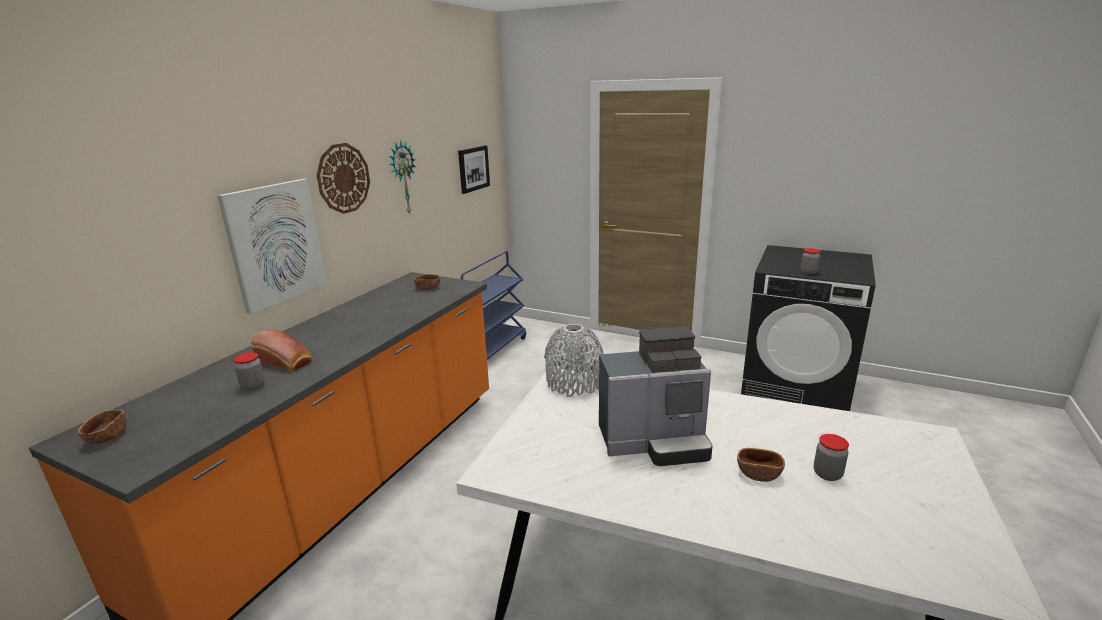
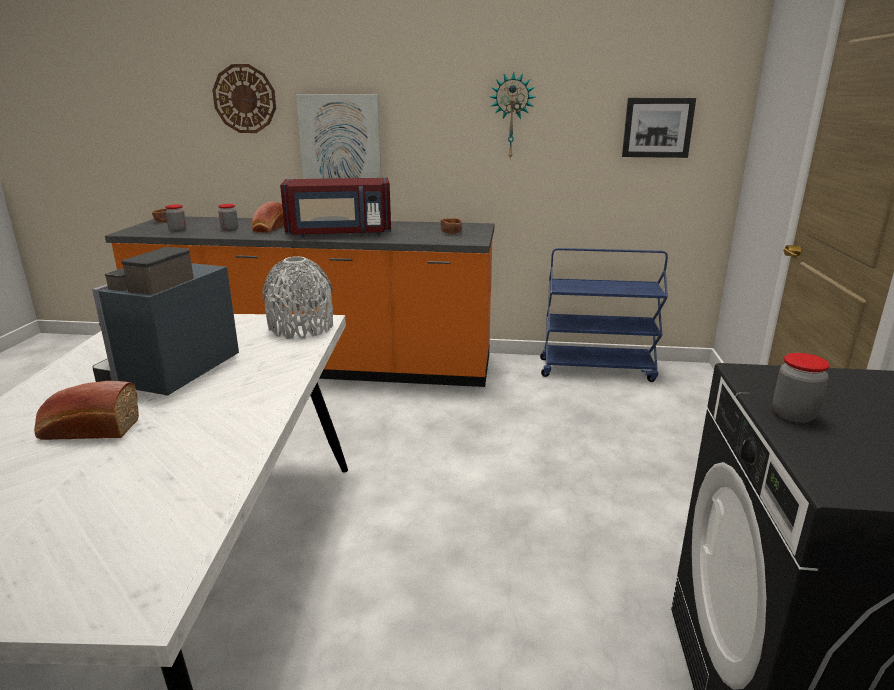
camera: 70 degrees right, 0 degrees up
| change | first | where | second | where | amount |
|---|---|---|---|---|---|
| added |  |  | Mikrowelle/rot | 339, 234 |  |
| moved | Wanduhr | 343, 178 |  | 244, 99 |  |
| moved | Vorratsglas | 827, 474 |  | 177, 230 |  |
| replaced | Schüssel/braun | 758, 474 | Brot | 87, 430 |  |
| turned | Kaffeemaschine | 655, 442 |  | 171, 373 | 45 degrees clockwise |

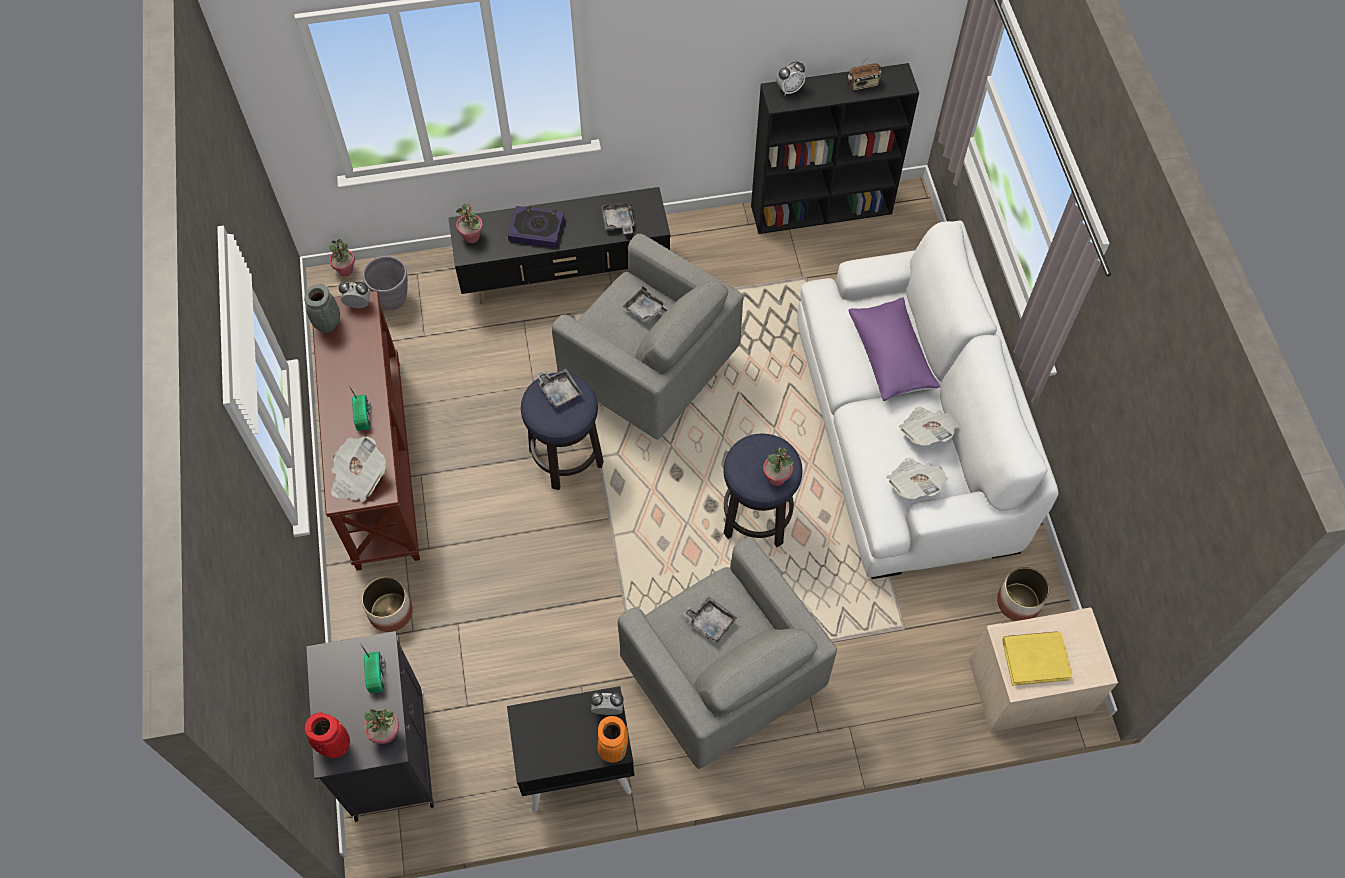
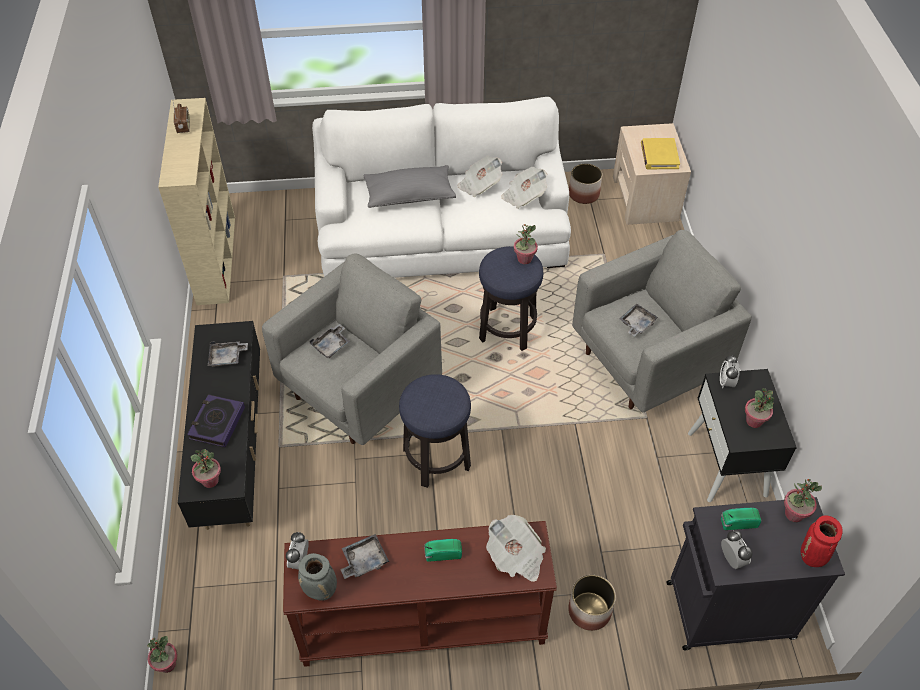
camera: 85 degrees left, 10 degrees down
| change | first | where | second | where | amount |
|---|---|---|---|---|---|
| removed | Pflanzkübel/grau | 392, 300 |  |  |  |
| removed | Vase/orange | 613, 748 |  |  |  |
| added |  |  | Topfpflanze | 754, 421 |  |
| moved | Tablett/grau | 559, 391 |  | 364, 560 |  |
| moved | Wecker | 789, 89 |  | 732, 559 |  |
| recoloured | Bücherregal/schwarz | 822, 209 | Bücherregal/beige | 216, 258 |  |
| recoloured | Kissen/lila | 891, 356 | Kissen/grau | 409, 196 |  |

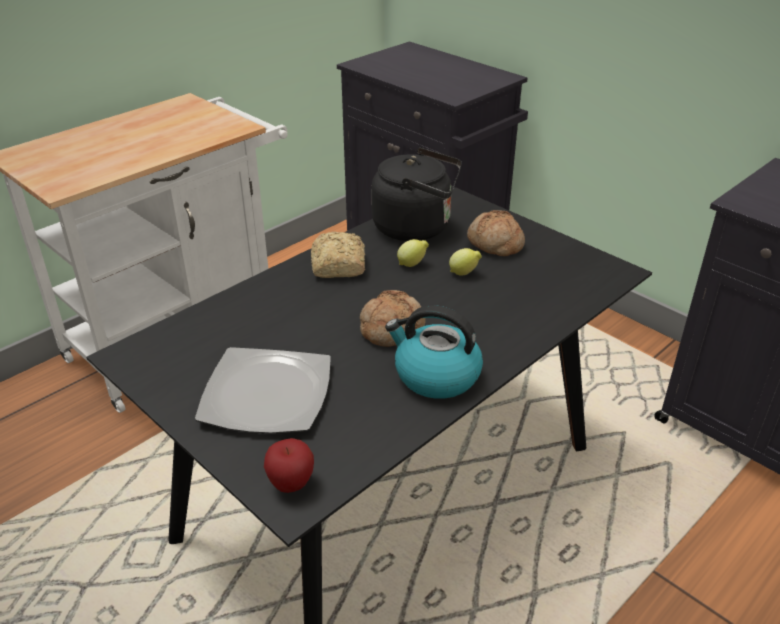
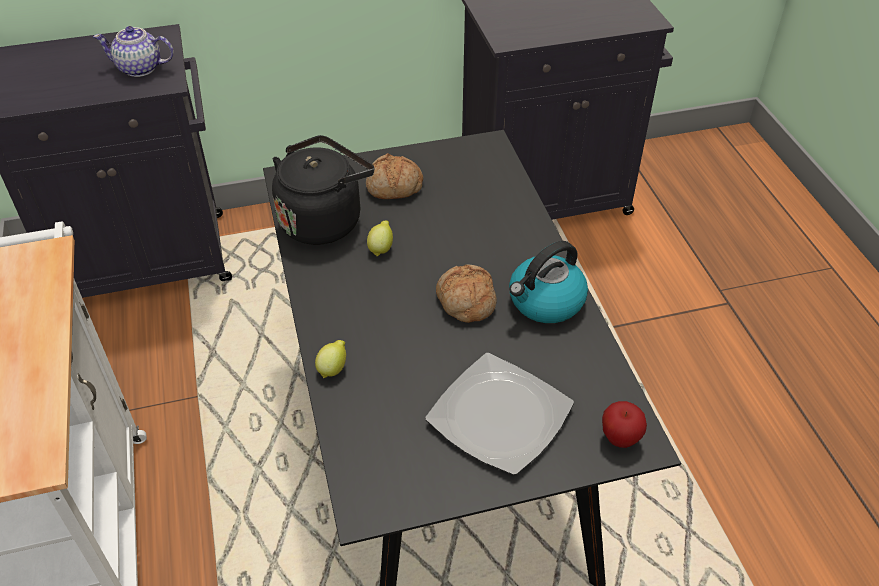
camera: 60 degrees left, 10 degrees up
| change | first | where | second | where | amount |
|---|---|---|---|---|---|
| removed | Brot | 338, 267 |  |  |  |
| added |  |  | Teekanne | 140, 68 |  |
| moved | Zitrone | 464, 273 |  | 333, 368 |  |

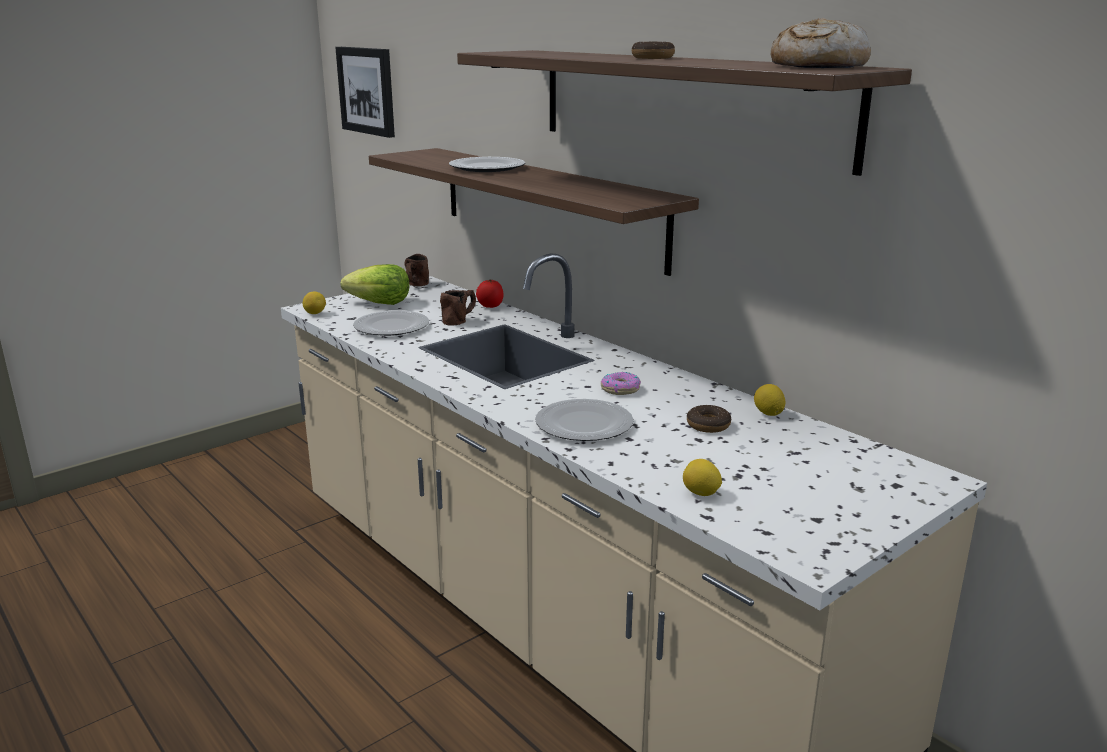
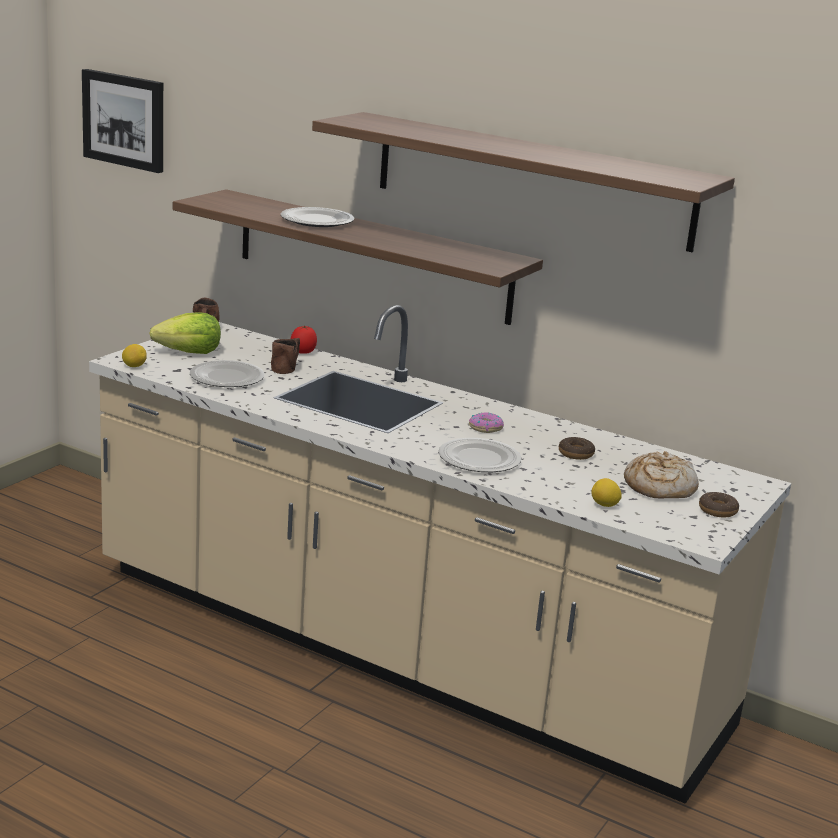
camera: 20 degrees left, 0 degrees up
| change | first | where | second | where | amount |
|---|---|---|---|---|---|
| removed | Zitrone | 768, 413 |  |  |  |
| moved | Donut | 652, 58 |  | 717, 510 |  |
| moved | Brot | 817, 66 |  | 659, 487 |  |

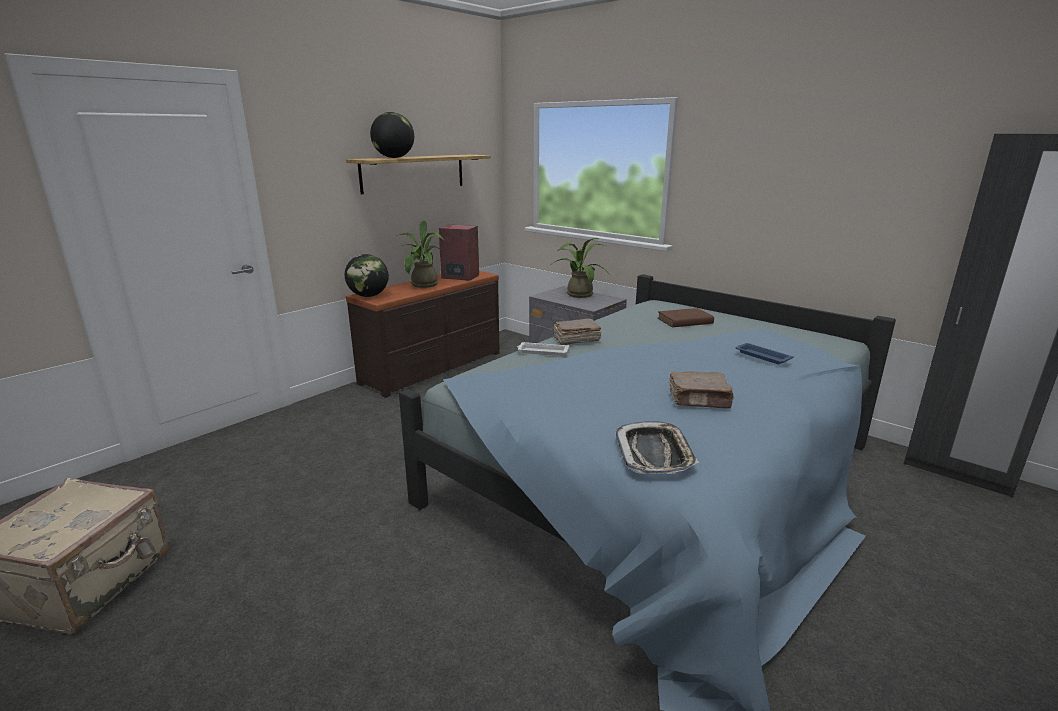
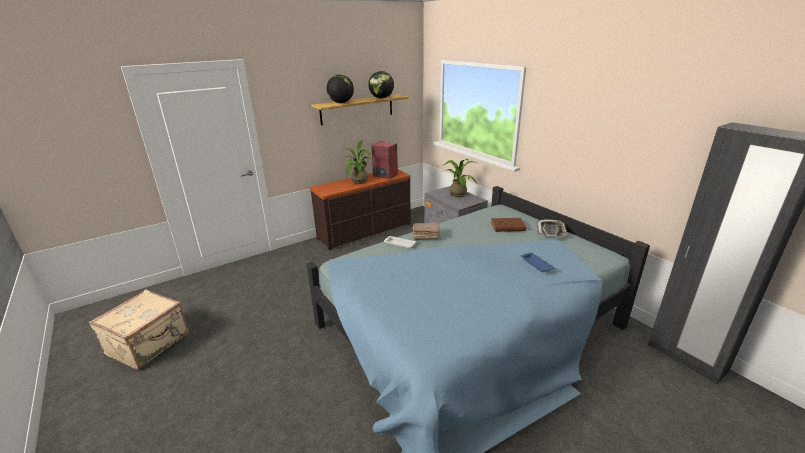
camera: 15 degrees right, 5 degrees up
| change | first | where | second | where | amount |
|---|---|---|---|---|---|
| removed | Buch/braun | 699, 400 |  |  |  |
| moved | Globus | 369, 296 |  | 381, 98 |  |
| moved | Tablett | 654, 454 |  | 551, 231 |  |

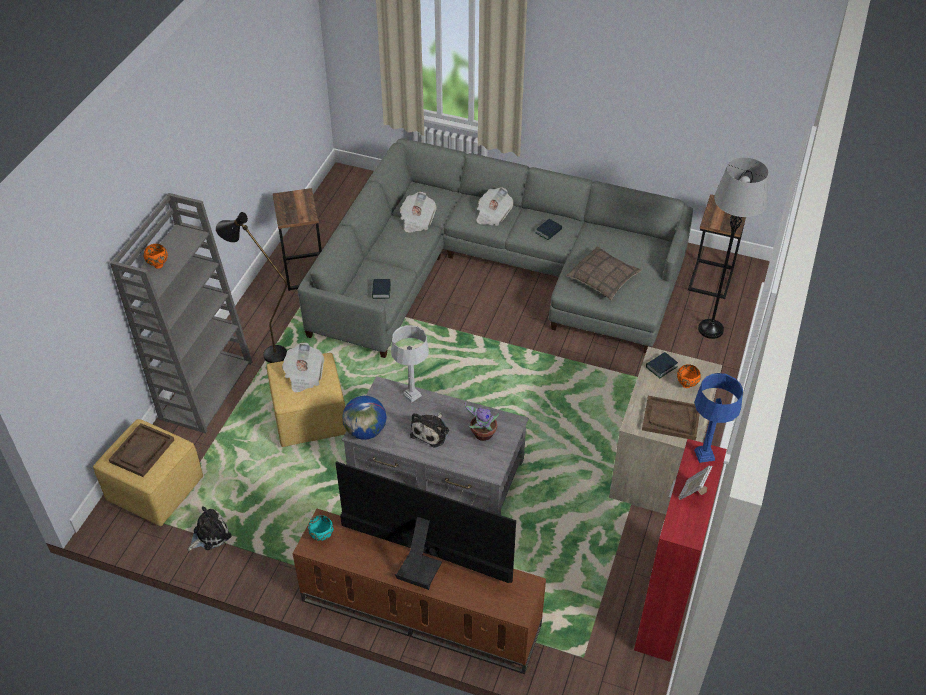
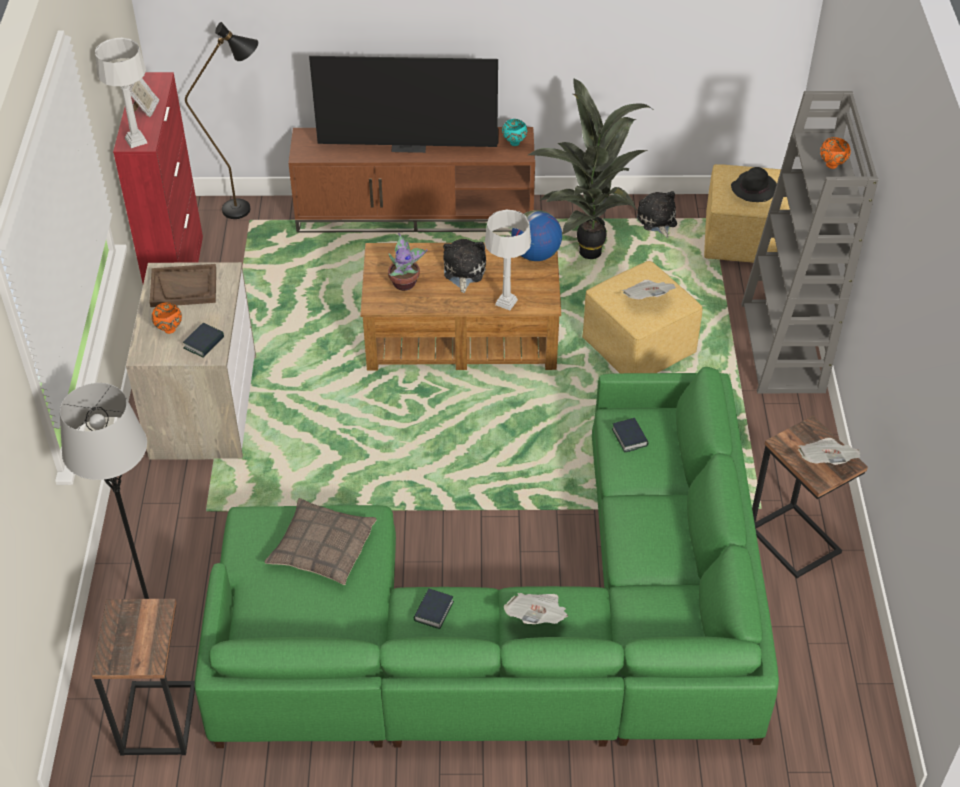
camera: 160 degrees right, 0 degrees up
| change | first | where | second | where | amount |
|---|---|---|---|---|---|
| added |  |  | Topfpflanze | 587, 249 |  |
| moved | Stehlampe/schwarz | 267, 353 |  | 247, 209 |  |
| moved | Zeitung | 417, 221 |  | 825, 462 |  |
| replaced | Tablett/braun | 142, 451 | Hut/schwarz | 754, 189 |  |
| recoloured | Sofa/grau | 493, 271 | Sofa/grün | 515, 625 |  |
| recoloured | Couchtisch/grau | 437, 470 | Couchtisch/braun | 460, 334 |  |
| recoloured | Tischlampe/blau | 704, 455 | Tischlampe/grau | 135, 141 |  |
| turned | Plüschtier | 209, 534 |  | 657, 221 | 135 degrees clockwise |

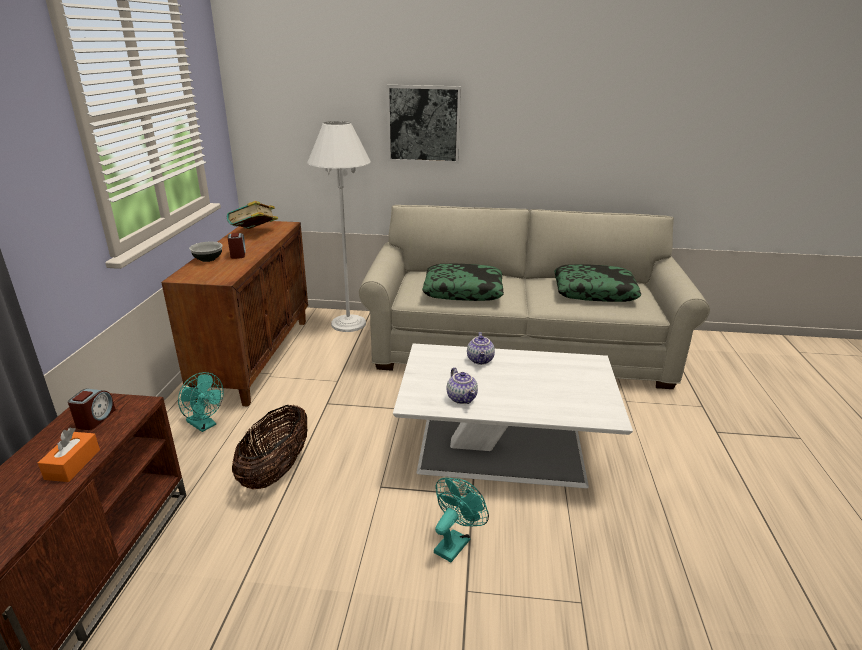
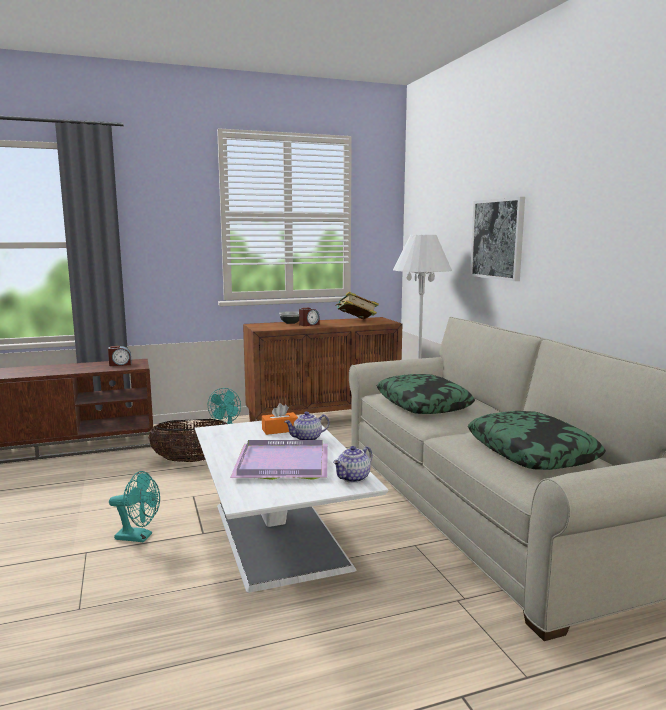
camera: 65 degrees right, 15 degrees down
| change | first | where | second | where | amount |
|---|---|---|---|---|---|
| added |  |  | Tablett/lila | 280, 463 |  |
| moved | Taschentuchbox/orange | 73, 464 |  | 280, 430 |  |
| moved | Teekanne | 462, 398 |  | 353, 478 |  |

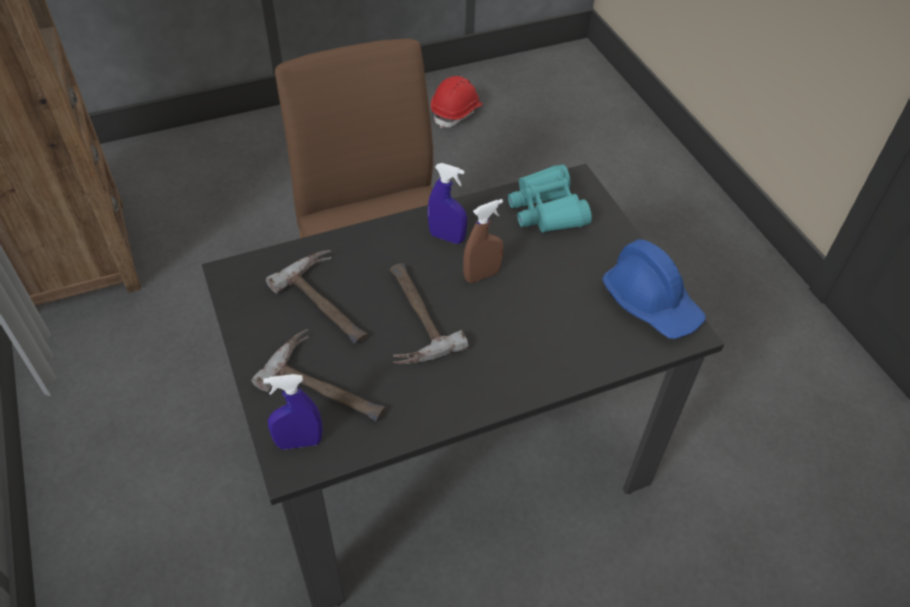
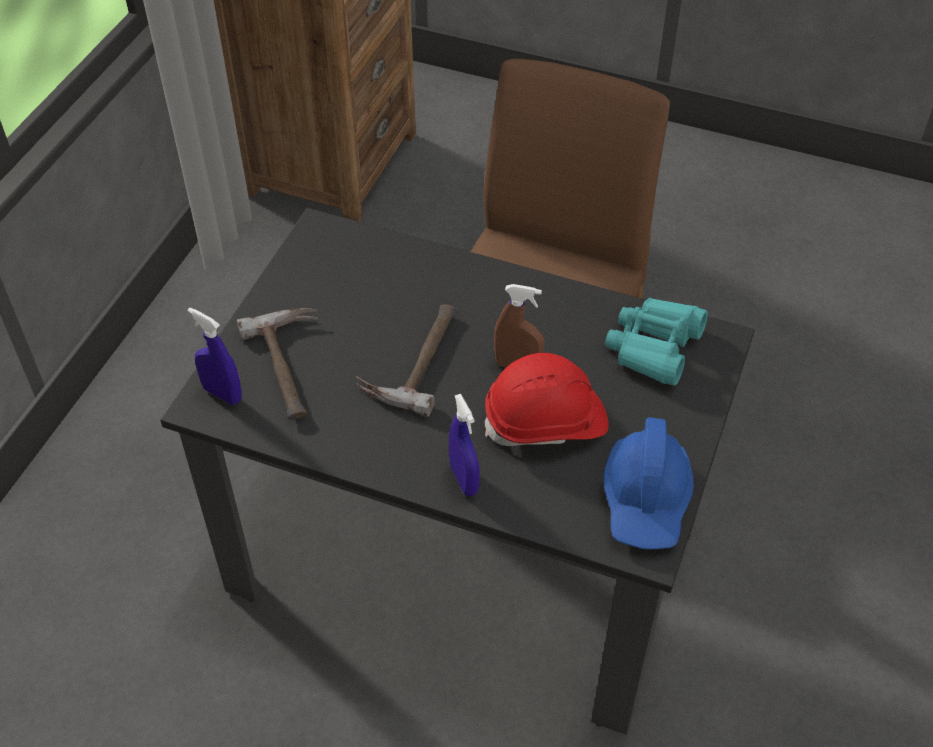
camera: 45 degrees right, 0 degrees up
| change | first | where | second | where | amount |
|---|---|---|---|---|---|
| removed | Hammer | 331, 301 |  |  |  |
| moved | Sprühflasche/blau | 446, 237 |  | 464, 480 |  |
| moved | Schutzhelm/rot | 456, 112 |  | 546, 422 |  |

